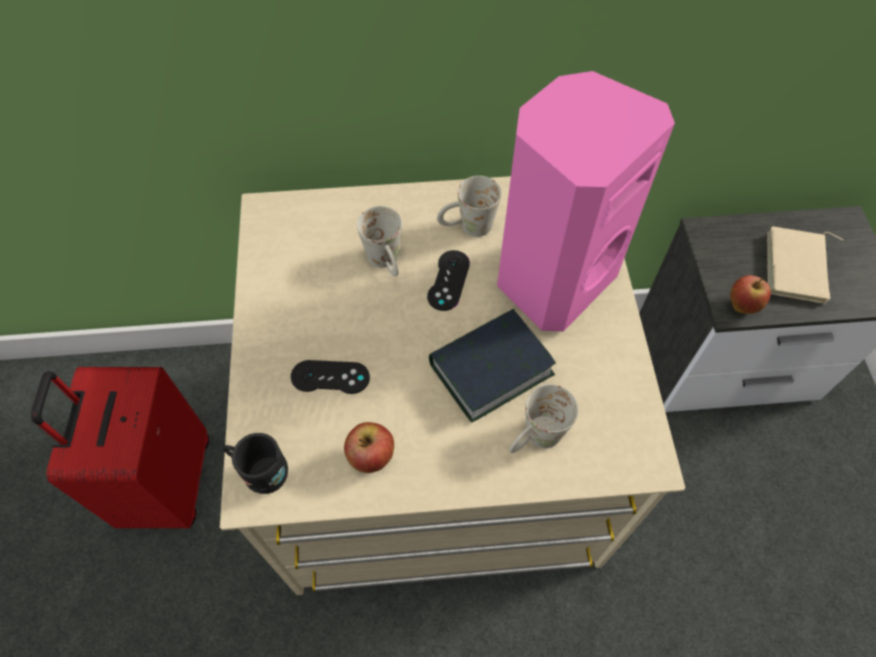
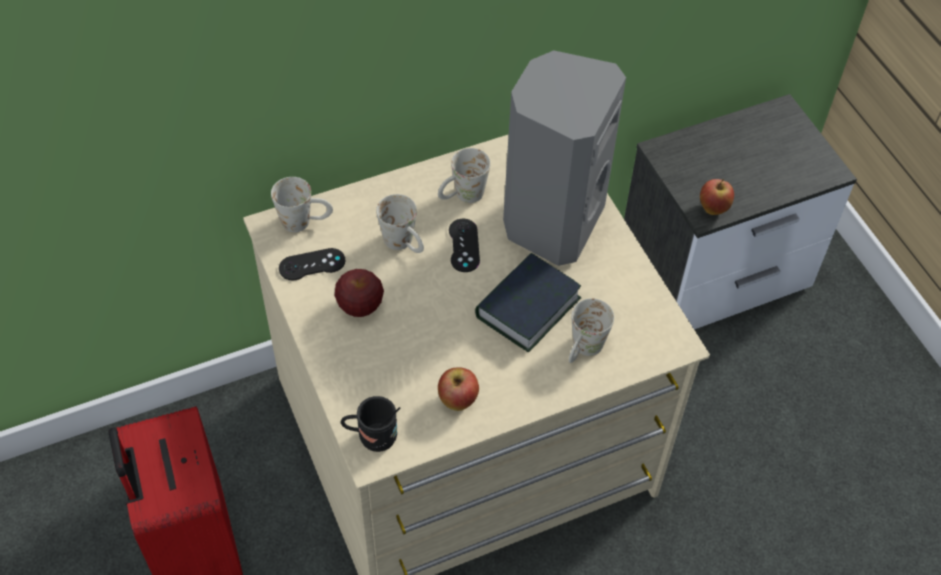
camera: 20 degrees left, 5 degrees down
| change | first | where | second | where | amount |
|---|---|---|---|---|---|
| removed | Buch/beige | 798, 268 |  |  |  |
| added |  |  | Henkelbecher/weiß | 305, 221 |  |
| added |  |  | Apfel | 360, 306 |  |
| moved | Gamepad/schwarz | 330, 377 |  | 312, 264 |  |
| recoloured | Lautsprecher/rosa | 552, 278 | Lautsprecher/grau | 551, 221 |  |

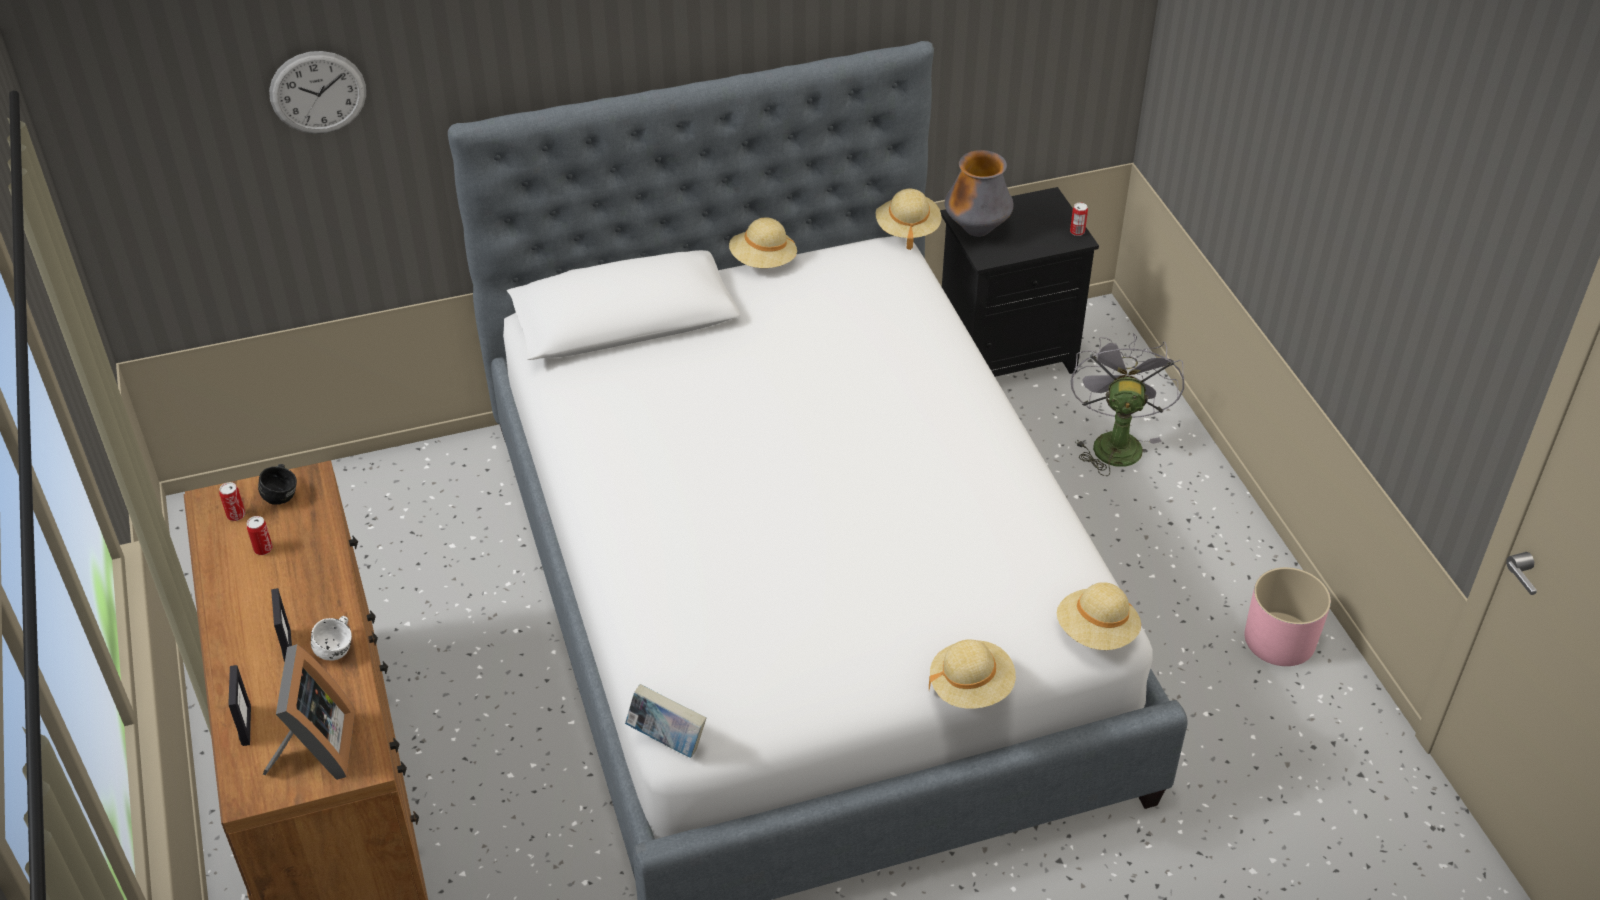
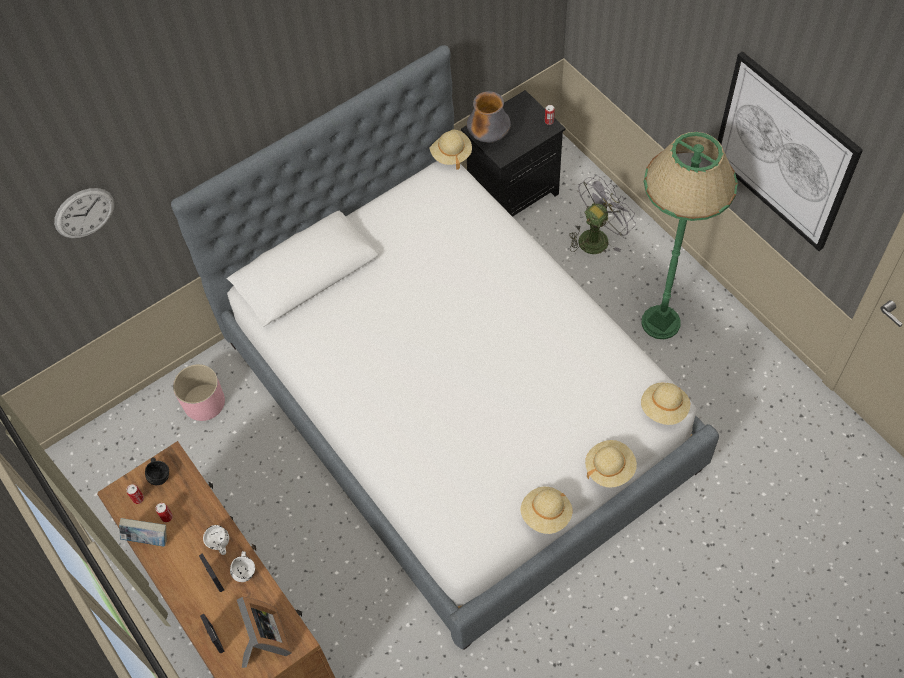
camera: 15 degrees left, 15 degrees up
| change | first | where | second | where | amount |
|---|---|---|---|---|---|
| added |  |  | Henkelbecher/weiß | 219, 545 |  |
| added |  |  | Stehlampe/grün | 660, 322 |  |
| added |  |  | Bild | 784, 152 |  |
| moved | Buch | 667, 740 |  | 148, 539 |  |
| moved | Hut/beige | 763, 261 |  | 546, 515 |  |
| moved | Pflanzkübel/rosa | 1279, 639 |  | 204, 402 |  |
| turned | Ventilator/grau | 1115, 441 |  | 597, 237 | 60 degrees clockwise |

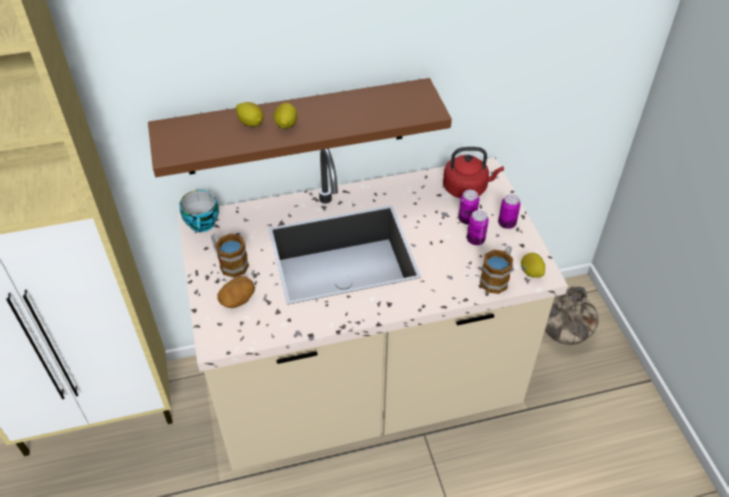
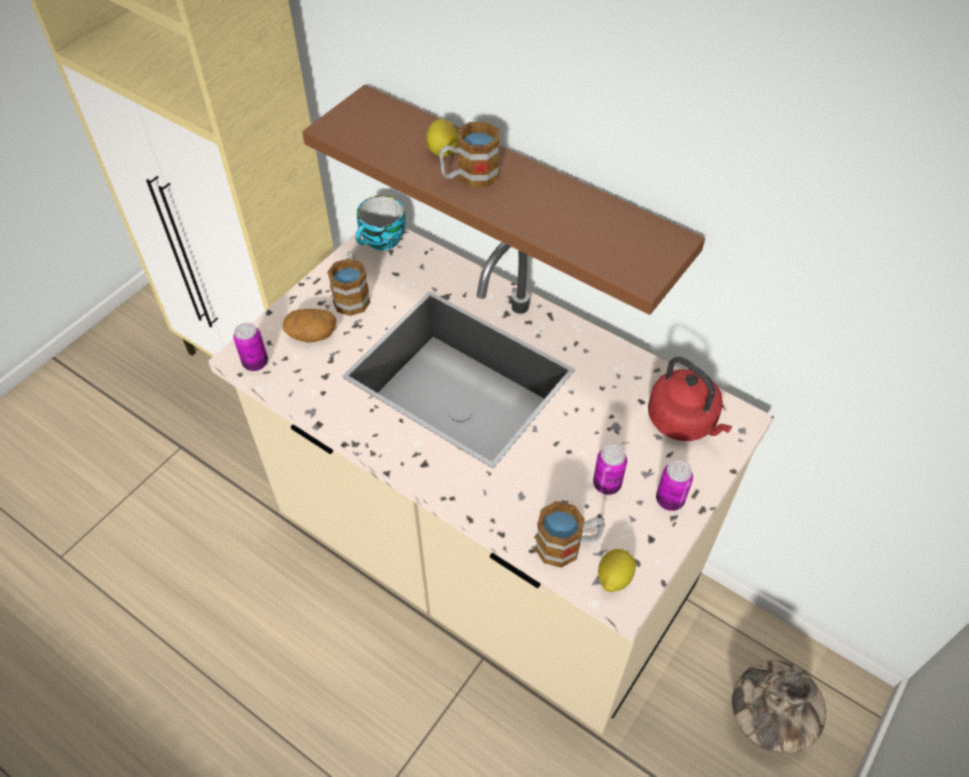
camera: 50 degrees right, 5 degrees up
| change | first | where | second | where | amount |
|---|---|---|---|---|---|
| moved | Dose | 467, 219 |  | 255, 363 |  |
| replaced | Zitrone | 285, 125 | Henkelbecher | 469, 177 |  |

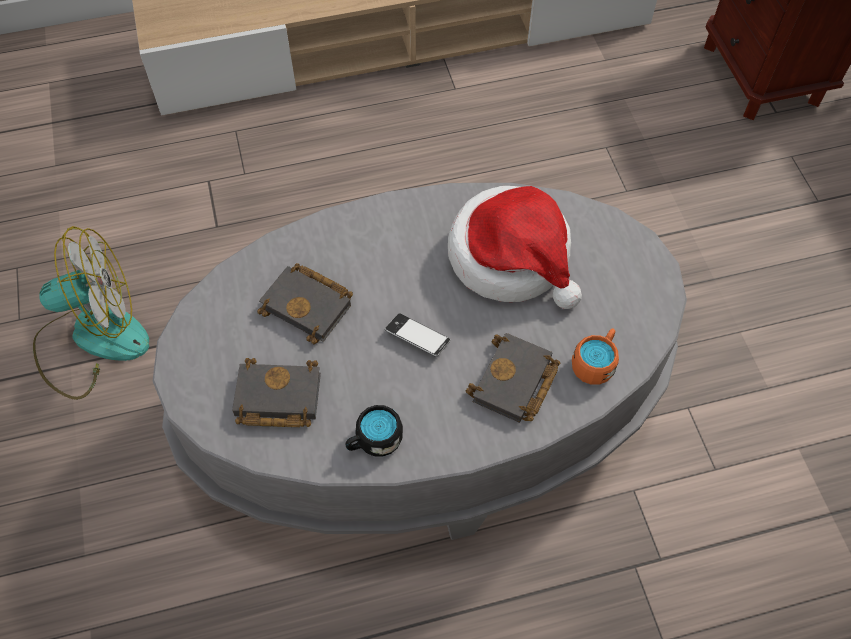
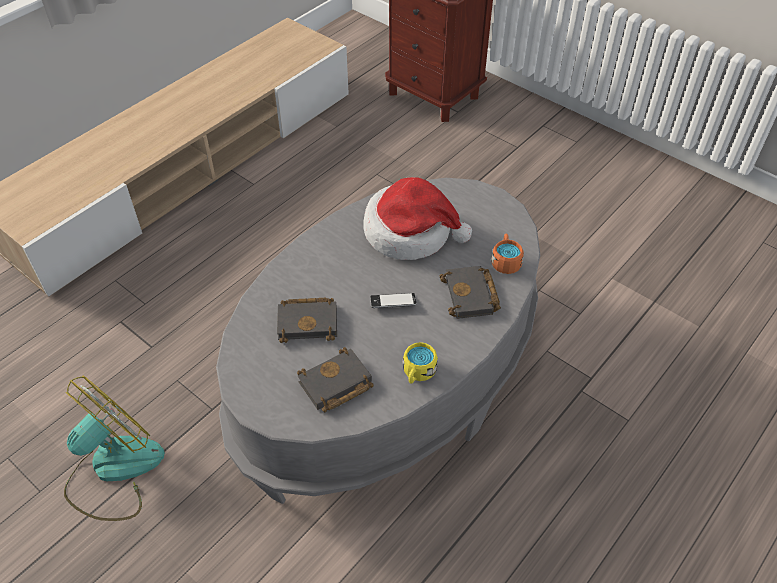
camera: 35 degrees left, 10 degrees down
| change | first | where | second | where | amount |
|---|---|---|---|---|---|
| recoloured | Henkelbecher/schwarz | 374, 441 | Henkelbecher/gelb | 417, 373 |  |

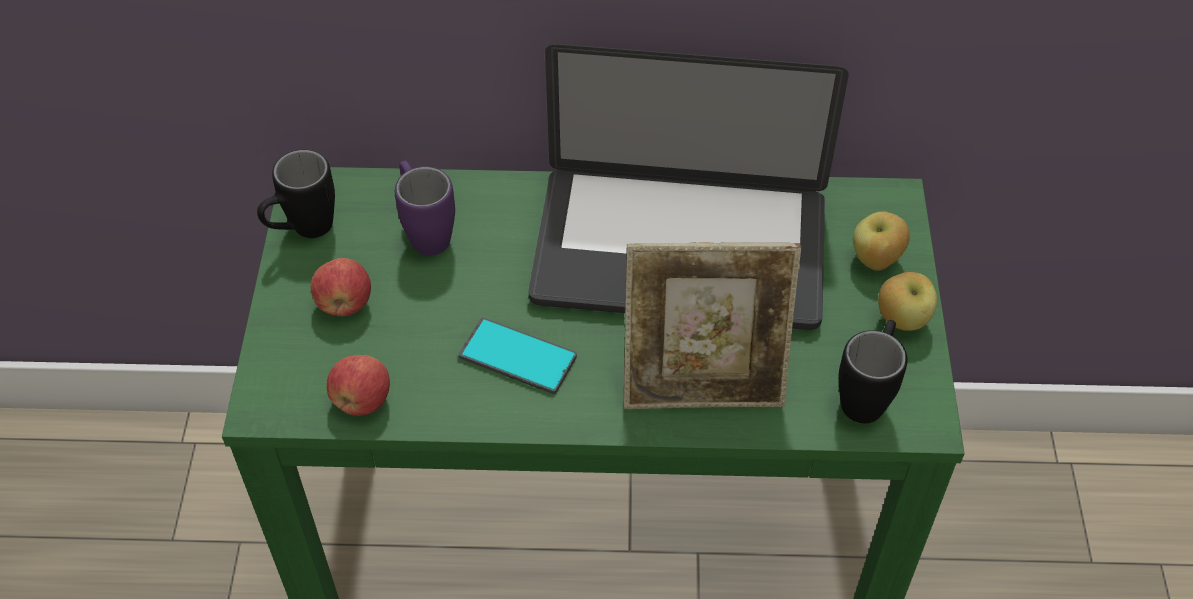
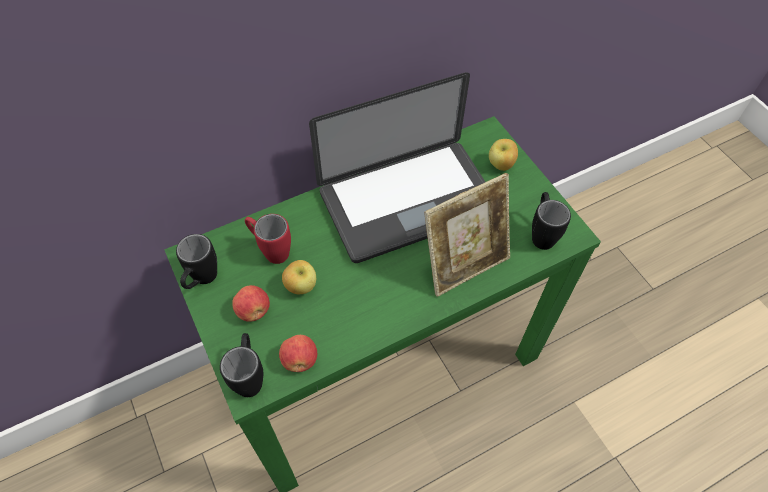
camera: 30 degrees left, 5 degrees up
| change | first | where | second | where | amount |
|---|---|---|---|---|---|
| removed | Handy | 517, 357 |  |  |  |
| added |  |  | Henkelbecher/schwarz | 250, 376 |  |
| moved | Apfel | 902, 319 |  | 301, 286 |  |
| recoloured | Henkelbecher/lila | 425, 231 | Henkelbecher/rot | 271, 250 |  |

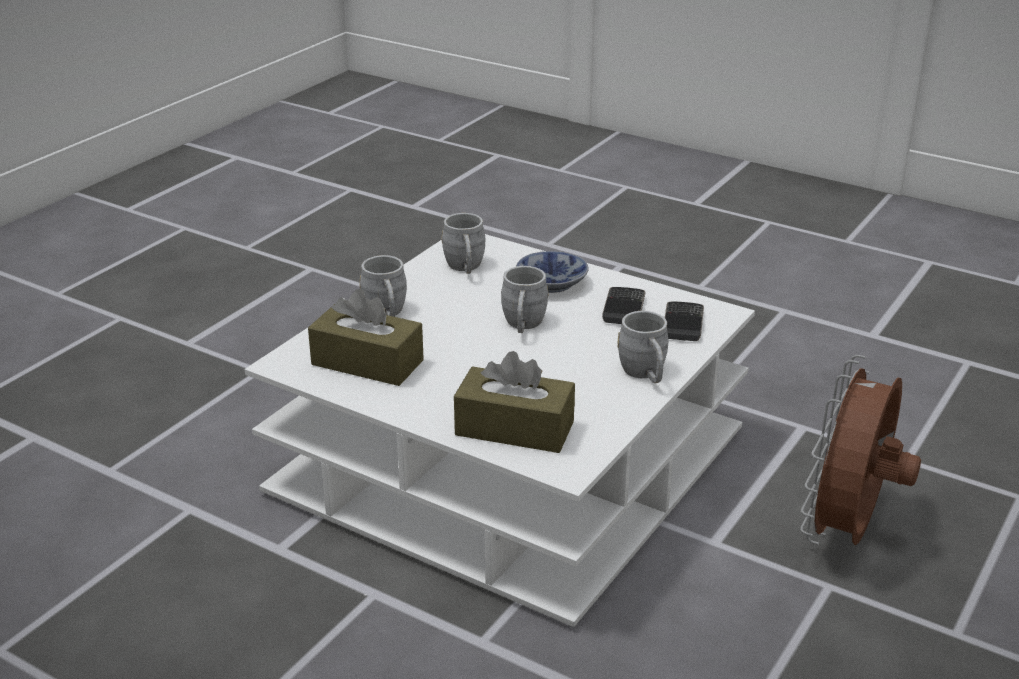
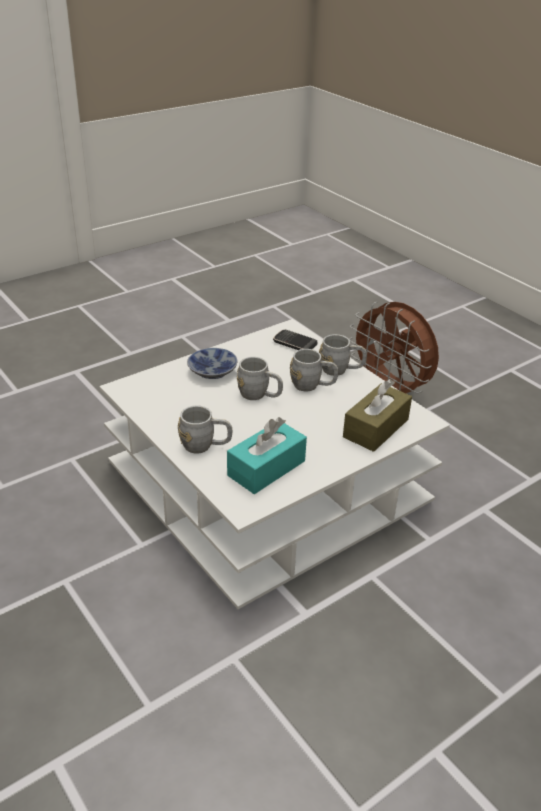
camera: 70 degrees left, 5 degrees up
| change | first | where | second | where | amount |
|---|---|---|---|---|---|
| removed | Handy | 623, 309 |  |  |  |
| moved | Henkelbecher/grau | 465, 268 |  | 312, 386 |  |
| recoloured | Taschentuchbox/braun | 367, 362 | Taschentuchbox/türkis | 266, 468 |  |

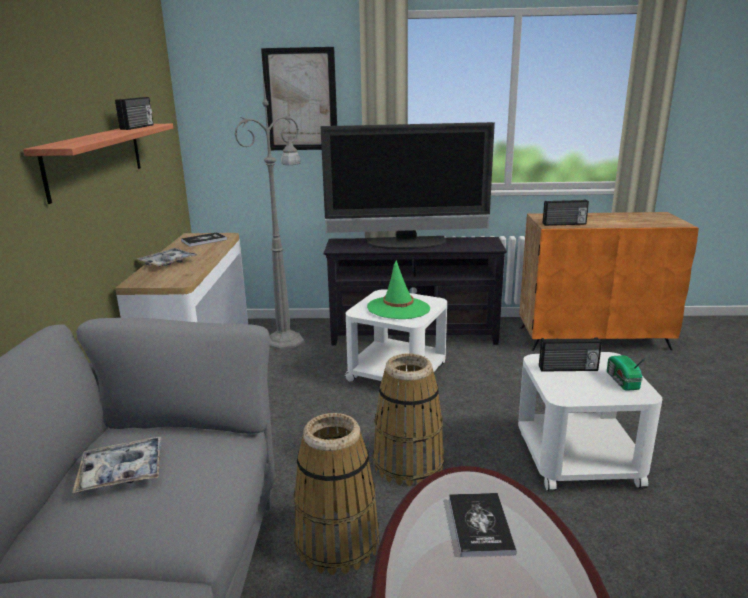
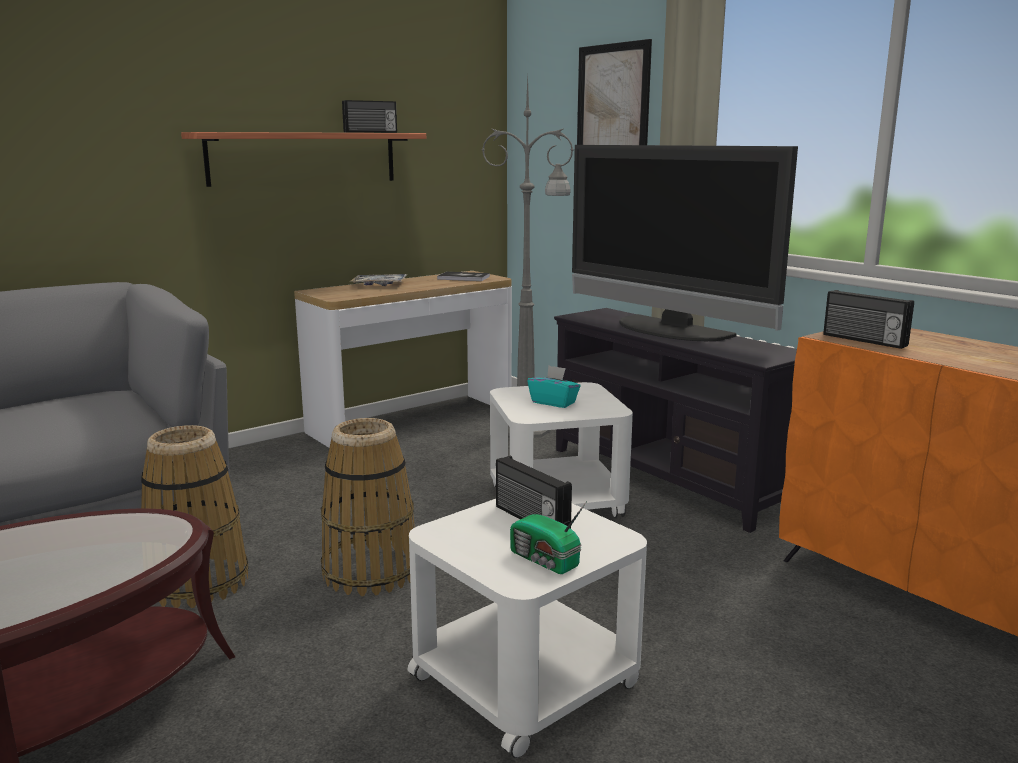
camera: 50 degrees right, 5 degrees down
| change | first | where | second | where | amount |
|---|---|---|---|---|---|
| removed | Tablett | 122, 472 |  |  |  |
| removed | Buch | 480, 525 |  |  |  |
| replaced | Hut/grün | 398, 308 | Taschentuchbox/türkis | 554, 402 |  |
| turned | Radio | 622, 381 |  | 544, 560 | 90 degrees counterclockwise |

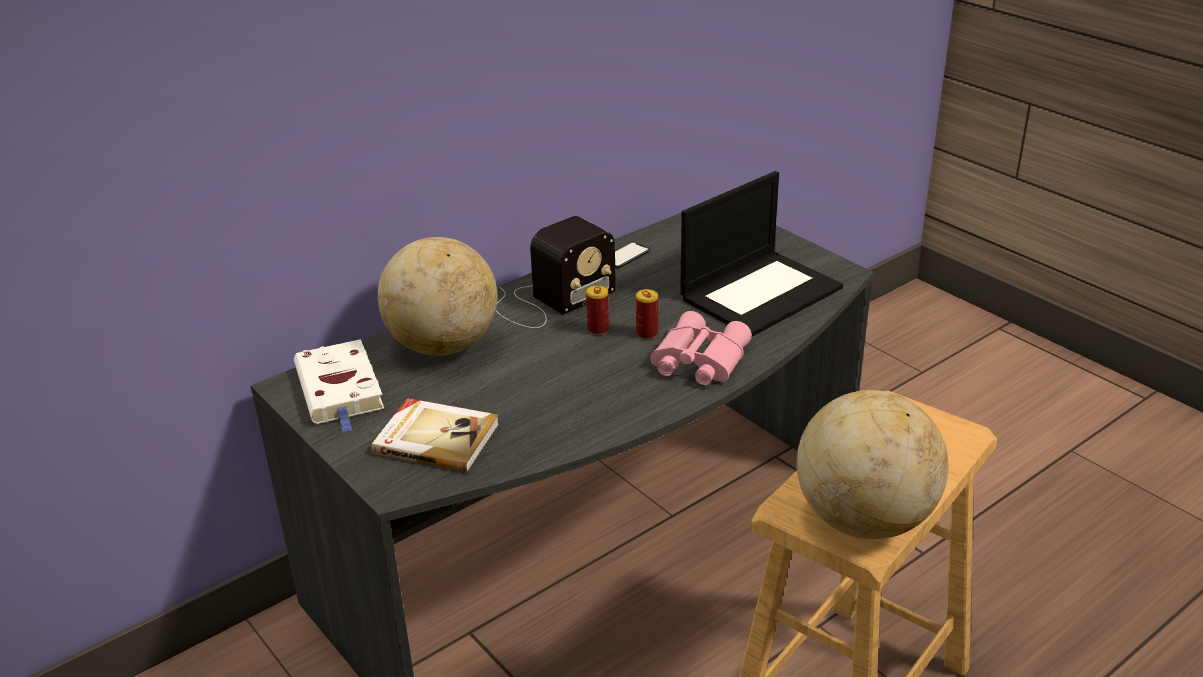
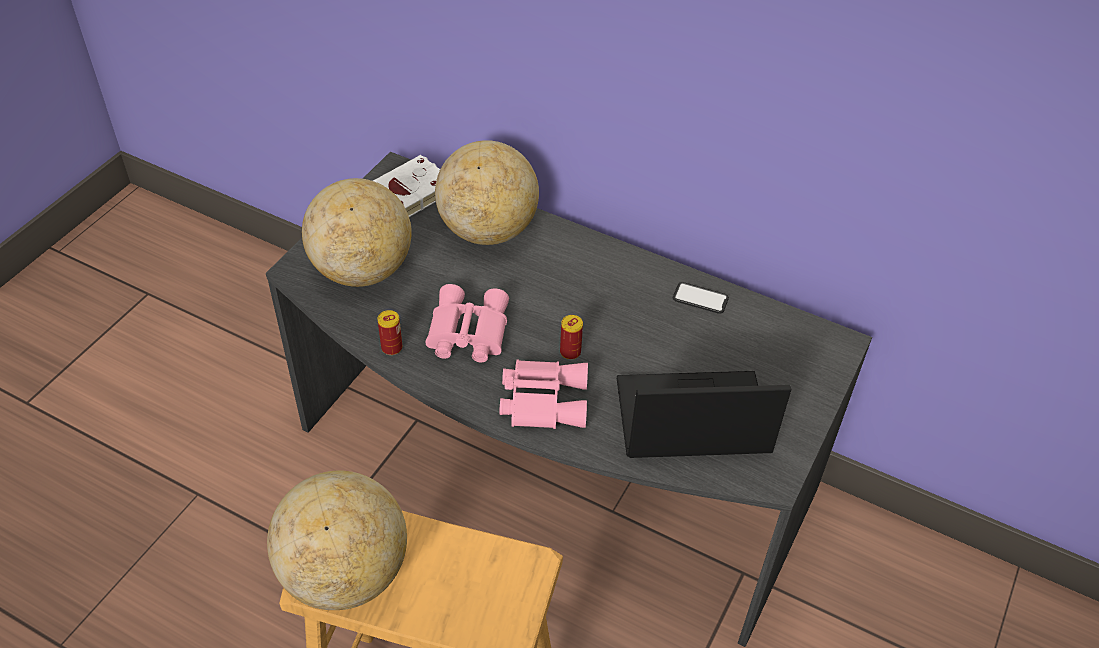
camera: 65 degrees right, 15 degrees up
| change | first | where | second | where | amount |
|---|---|---|---|---|---|
| removed | Radio | 550, 301 |  |  |  |
| added |  |  | Fernglas/rosa | 466, 333 |  |
| moved | Dose | 598, 329 |  | 391, 347 |  |
| replaced | Buch | 436, 438 | Globus | 362, 270 |  |
| turned | Laptop | 761, 292 |  | 691, 418 | 150 degrees clockwise |

